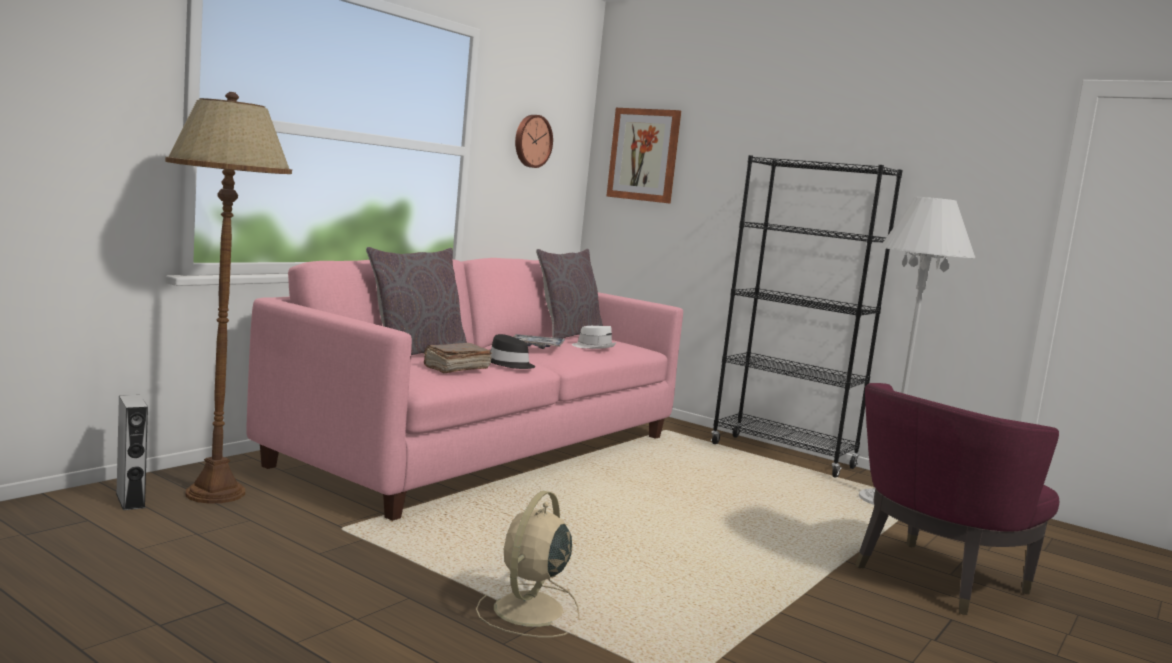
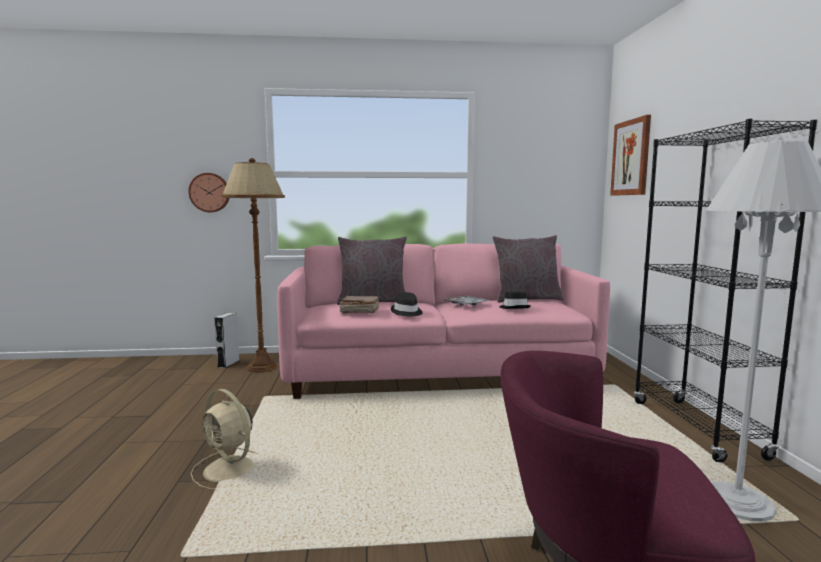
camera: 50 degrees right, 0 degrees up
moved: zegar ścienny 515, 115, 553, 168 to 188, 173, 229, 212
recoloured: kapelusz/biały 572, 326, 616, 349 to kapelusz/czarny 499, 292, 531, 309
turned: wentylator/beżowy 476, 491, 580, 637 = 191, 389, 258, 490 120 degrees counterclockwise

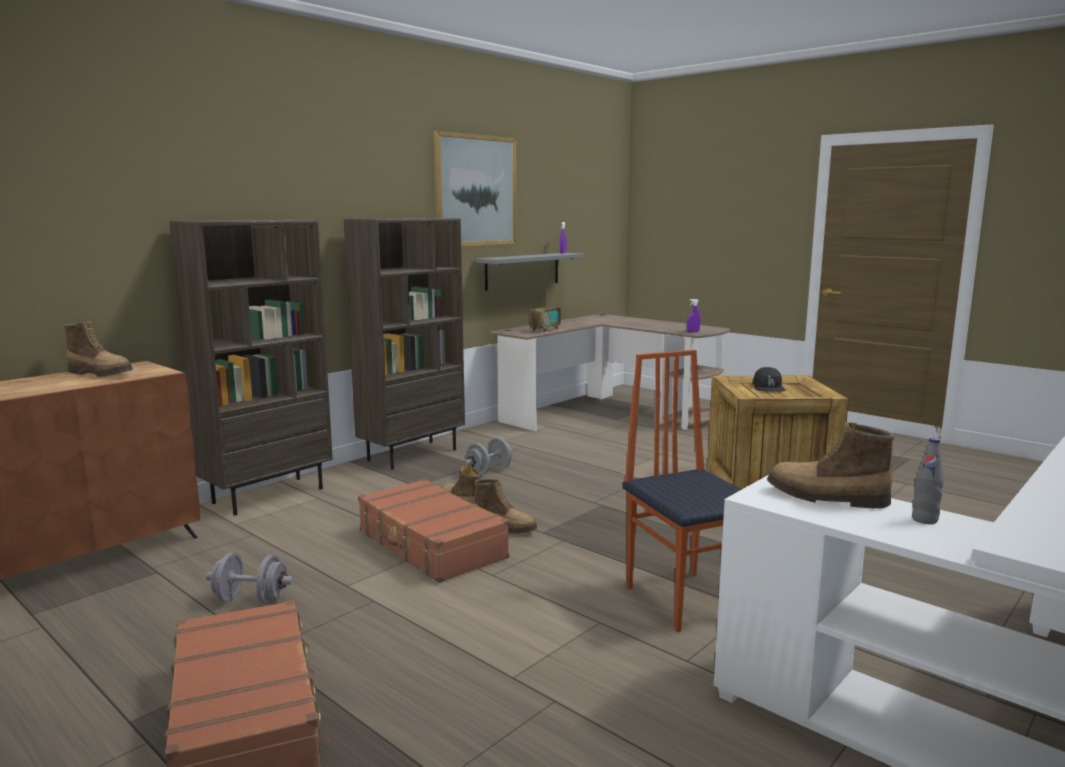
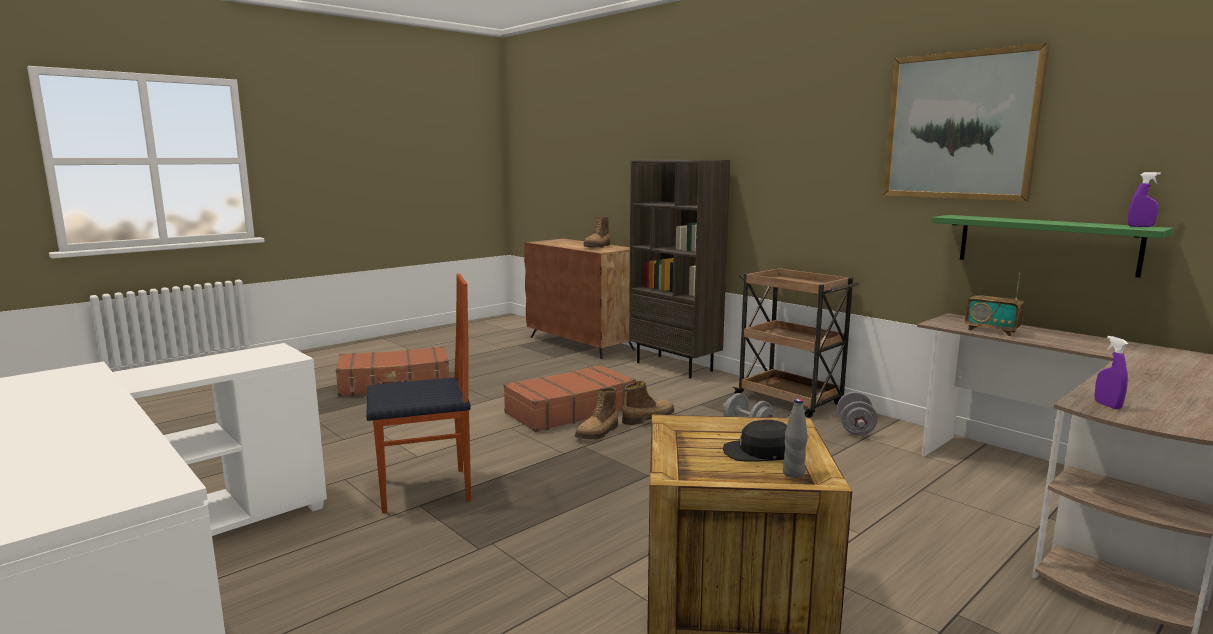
camera: 95 degrees right, 0 degrees up
removed: but z cholewką 767, 423, 894, 509
moved: hantel/szary 206, 553, 294, 604 to 837, 392, 878, 435; butelka/szary 912, 438, 944, 524 to 783, 399, 808, 478
replaced: regał/brązowy 344, 218, 465, 470 to wózek/brązowy 732, 268, 859, 418
recoloured: półka/szary 476, 253, 584, 291 to półka/zielony 932, 215, 1173, 278

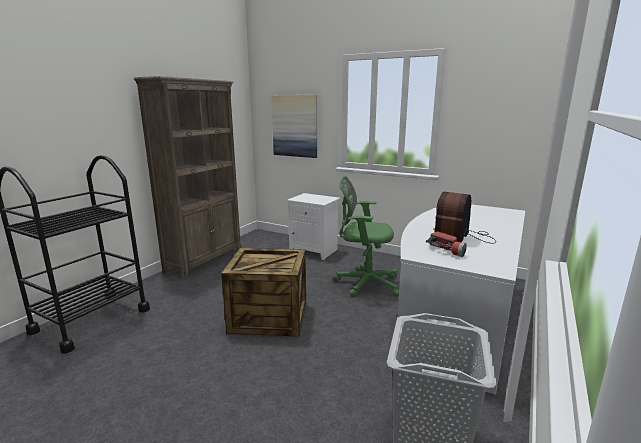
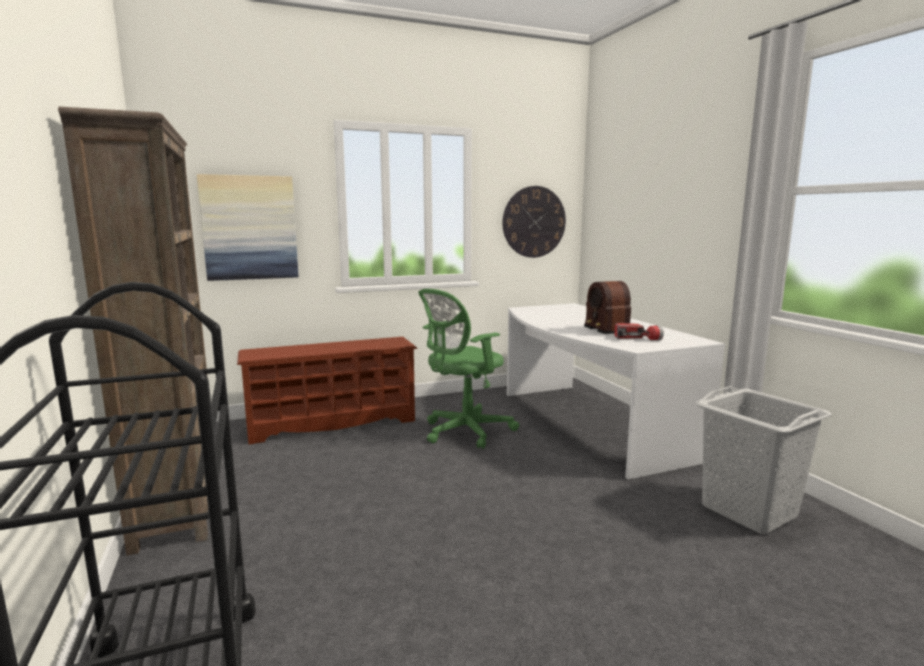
camera: 50 degrees left, 5 degrees down
removed: skrzynka 221, 248, 306, 337
added: zegar ścienny 503, 186, 566, 258
replaced: szafka nocna/biały 287, 193, 340, 260 to regał na buty/brązowy 237, 337, 418, 445

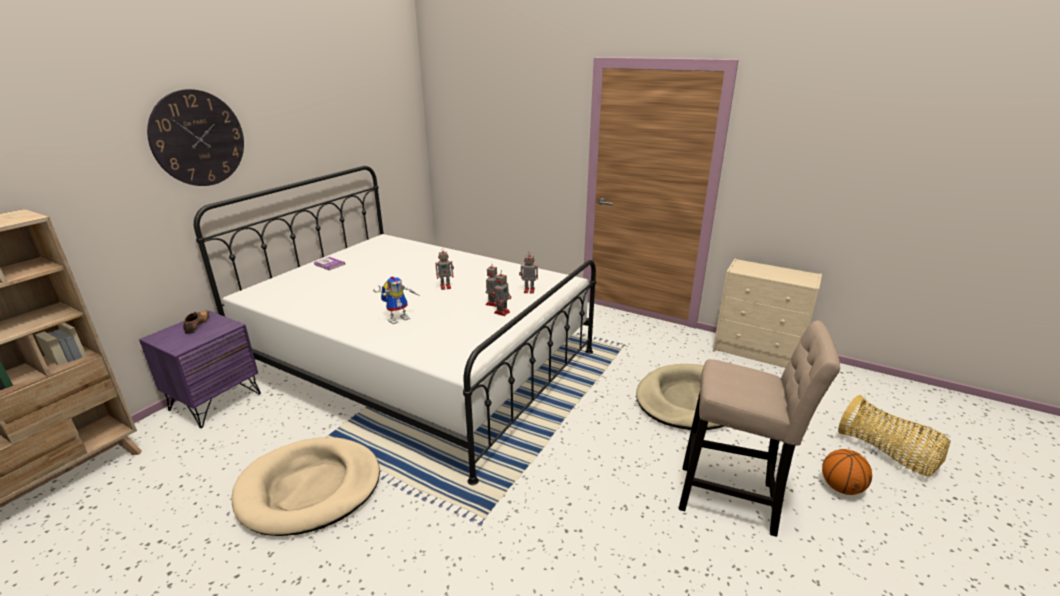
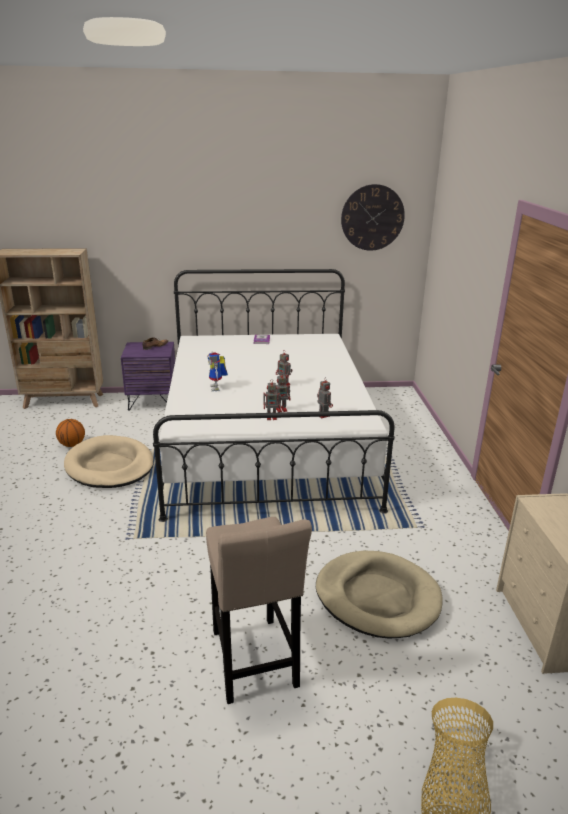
camera: 55 degrees right, 0 degrees up
moved: zegar ścienny 147, 89, 244, 186 to 341, 184, 405, 251; piłka do koszykówki 822, 449, 872, 495 to 56, 419, 85, 447
turned: robot zabawkowy 373, 276, 418, 324 = 207, 351, 228, 391 60 degrees clockwise

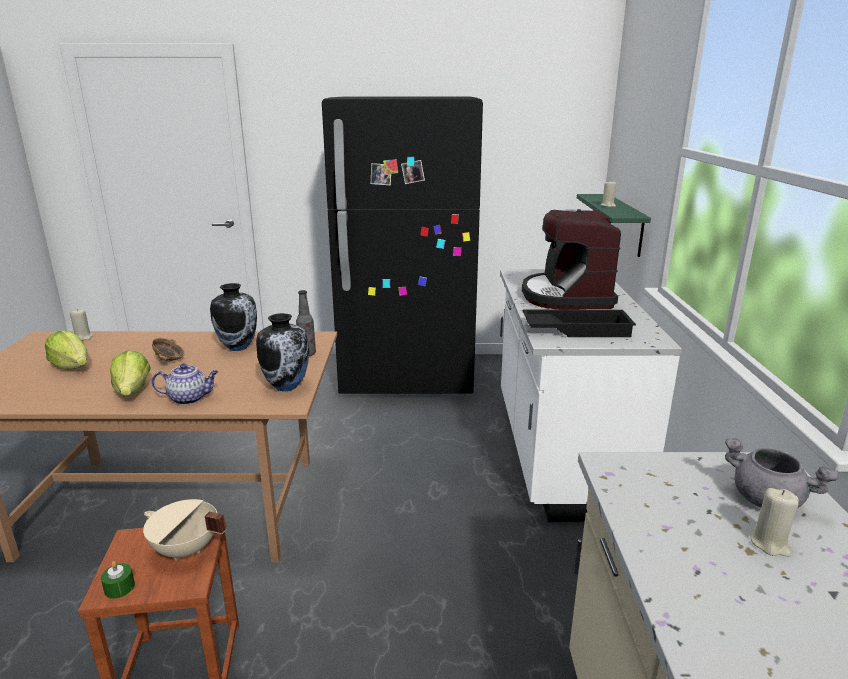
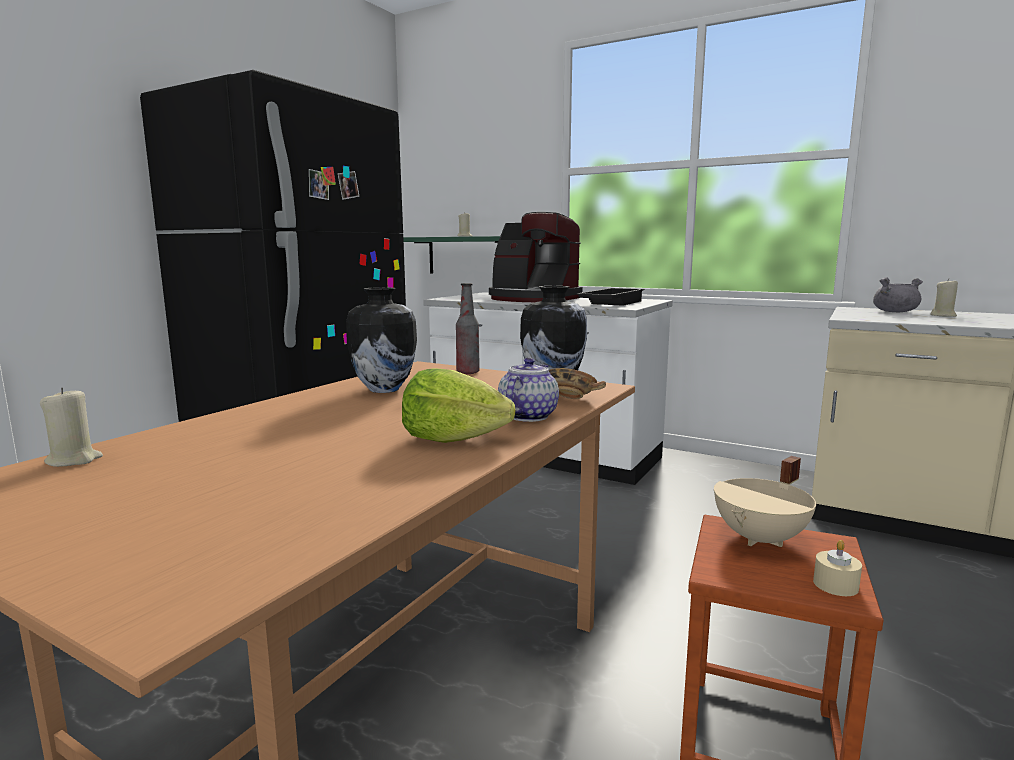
camera: 60 degrees left, 10 degrees down
removed: sałata 45, 330, 88, 370
moved: miska 152, 338, 184, 362 to 549, 368, 606, 399
recoloured: świeca/zielony 101, 561, 135, 599 to świeca/beżowy 813, 540, 862, 596

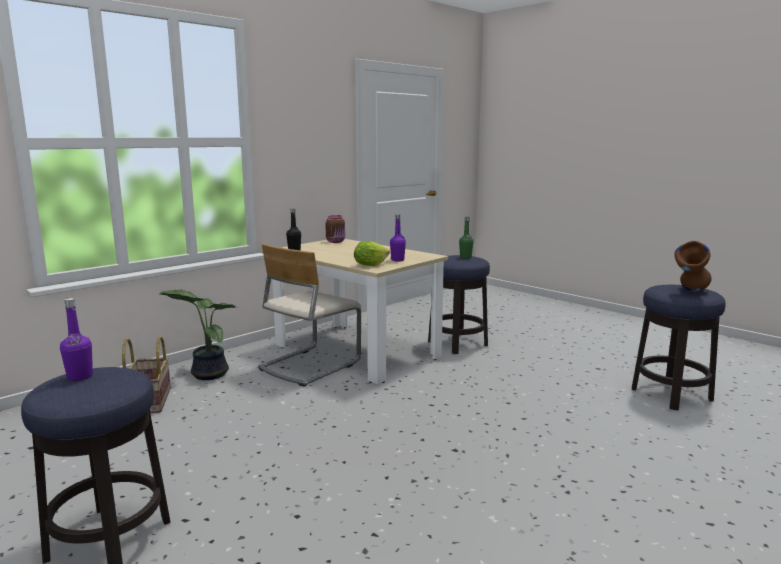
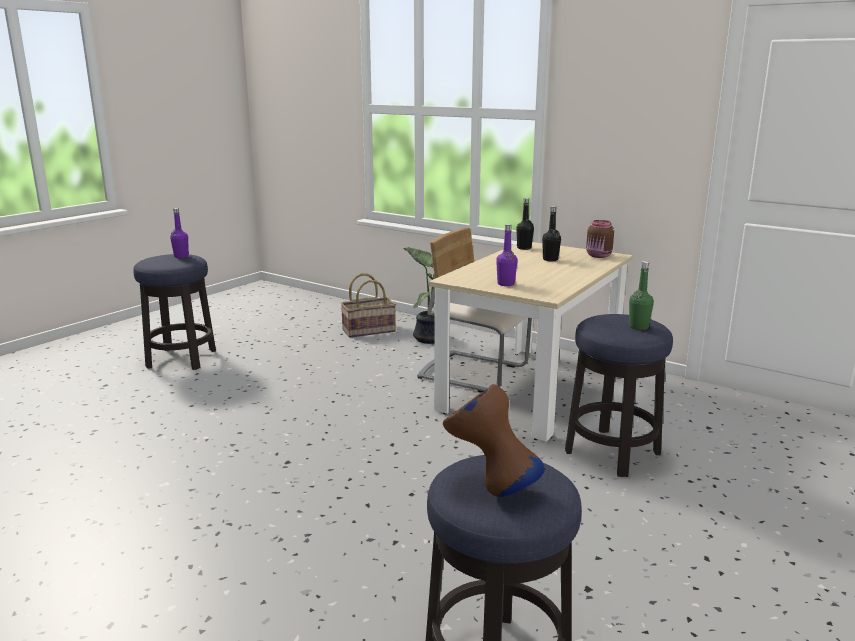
camera: 80 degrees right, 5 degrees up
removed: sałata 354, 241, 390, 266
added: butelka/czarny 542, 206, 561, 261

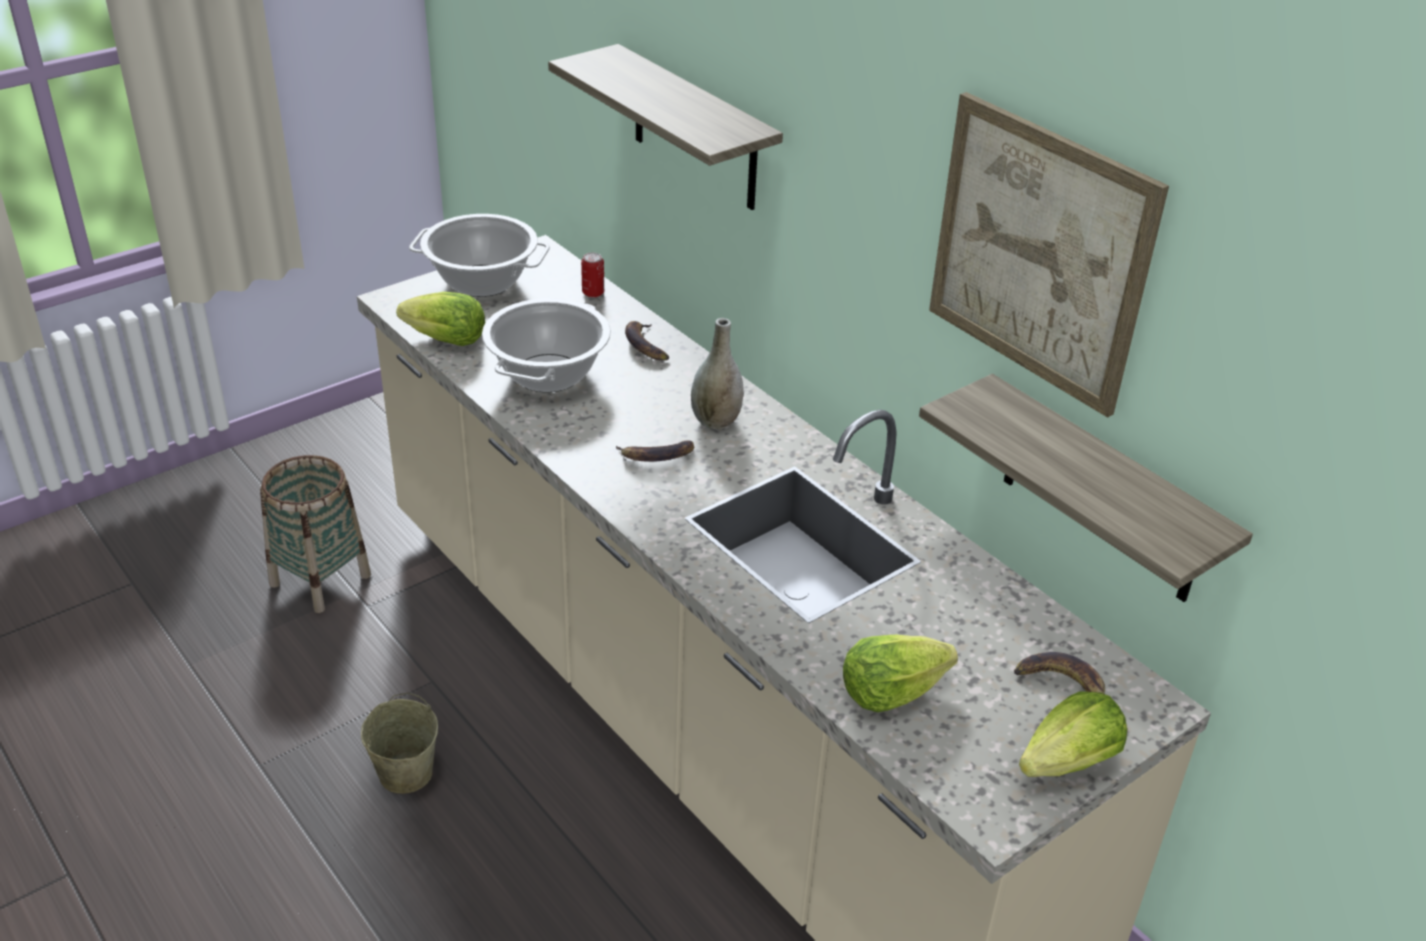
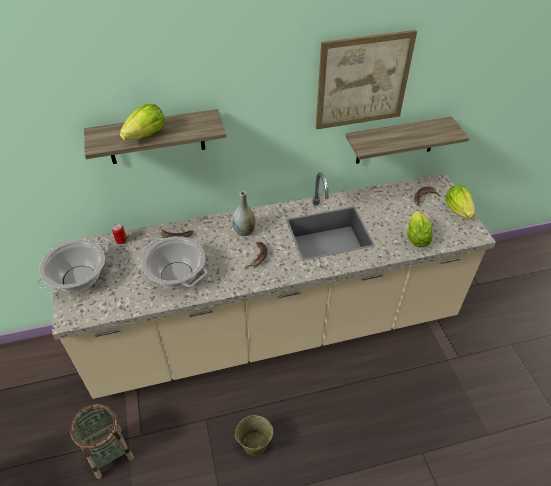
camera: 65 degrees left, 10 degrees up
moved: sałata 396, 292, 485, 346 to 120, 104, 165, 140

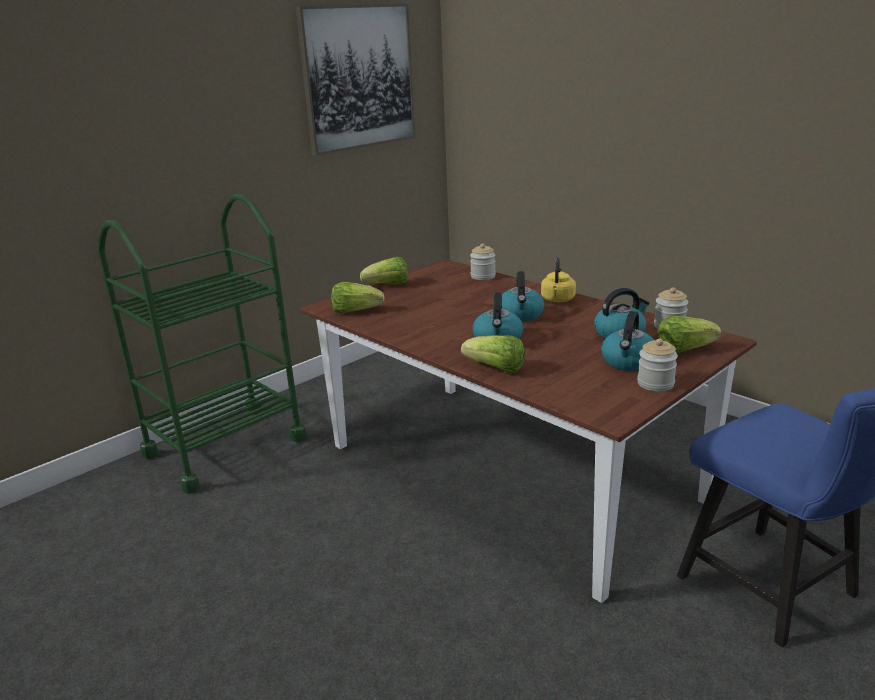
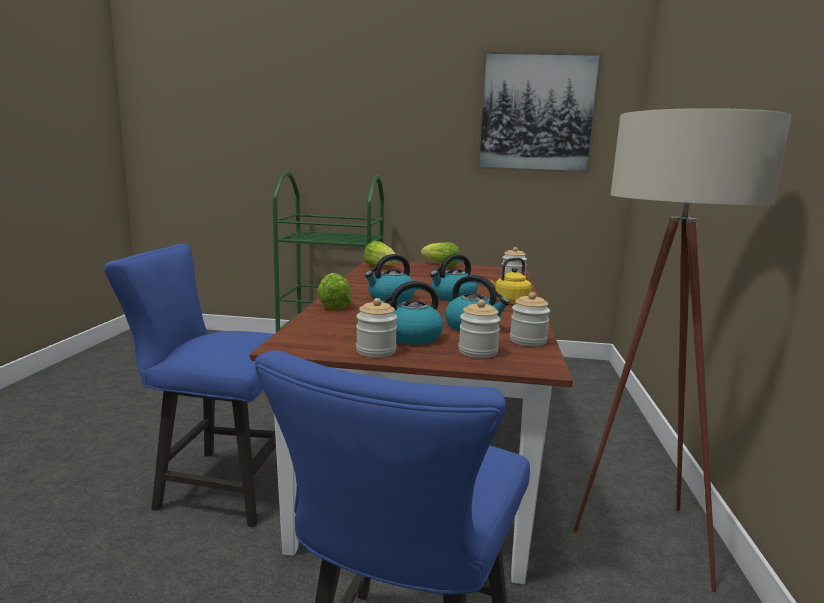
camera: 50 degrees right, 10 degrees down
added: krzesło/niebieski 104, 243, 276, 527; lampa stojąca/beżowy 574, 108, 792, 592
replaced: sałata 657, 316, 721, 353 to słoik 458, 300, 501, 358

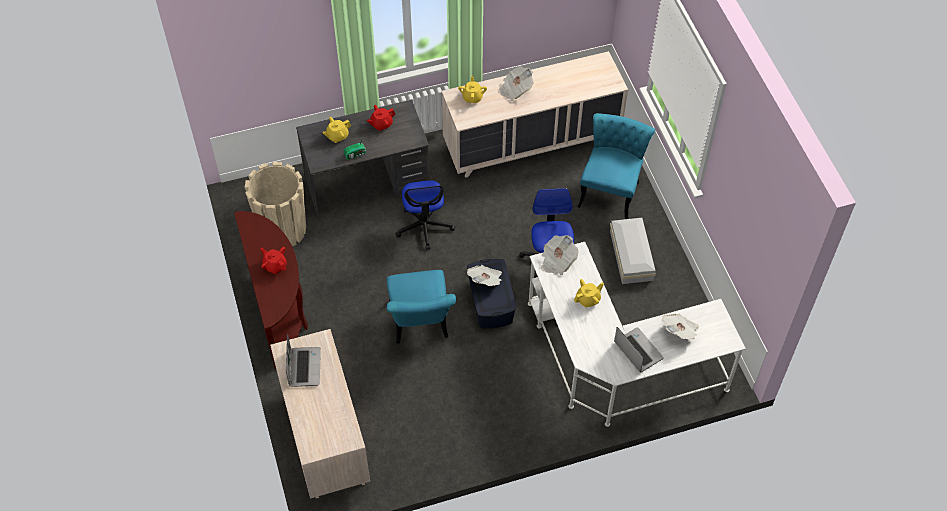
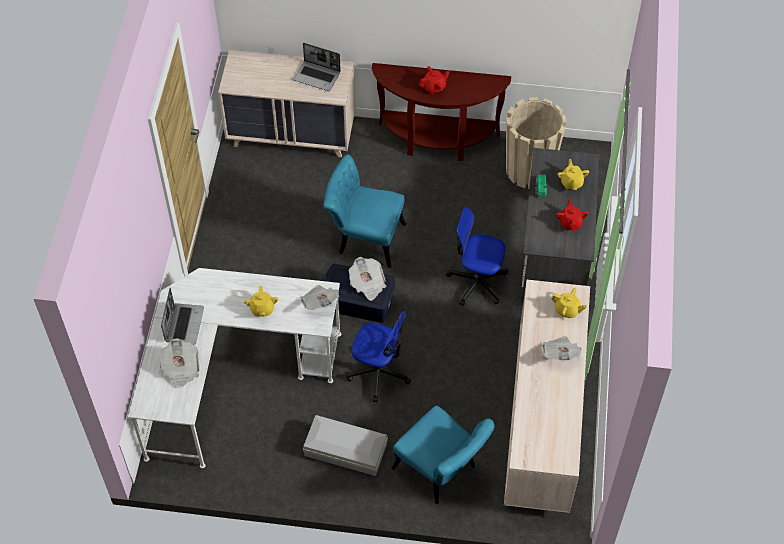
camera: 115 degrees right, 0 degrees up
turned: laptop 614, 327, 664, 372 = 161, 288, 204, 344 75 degrees counterclockwise

